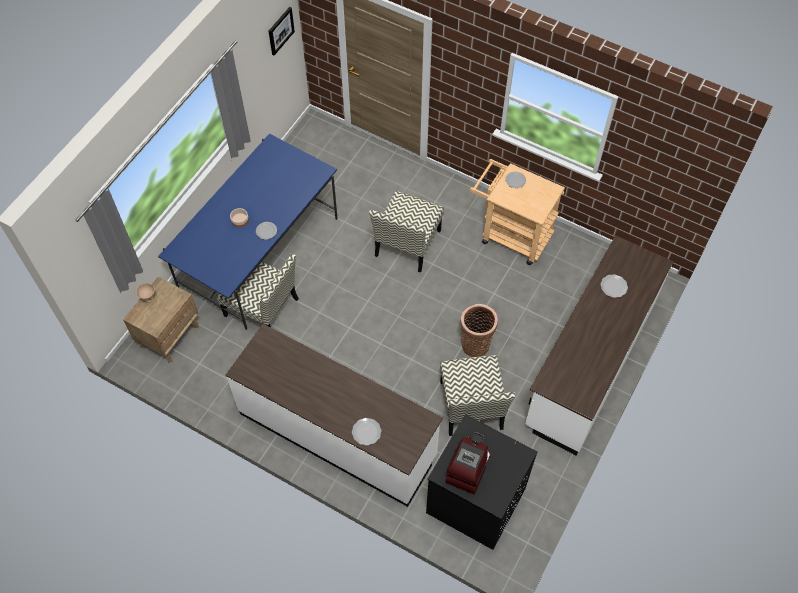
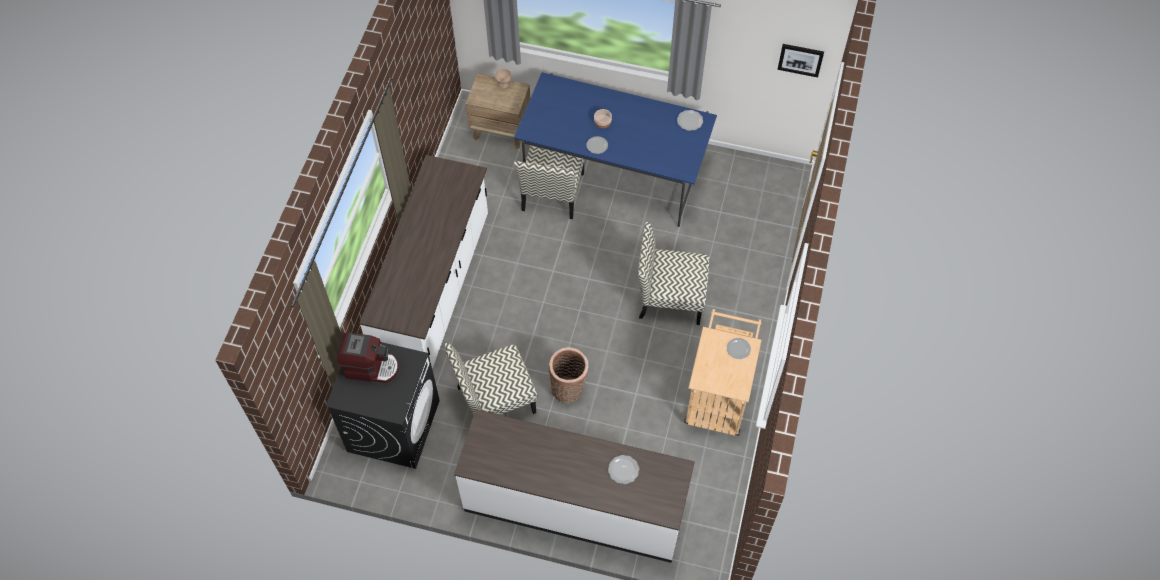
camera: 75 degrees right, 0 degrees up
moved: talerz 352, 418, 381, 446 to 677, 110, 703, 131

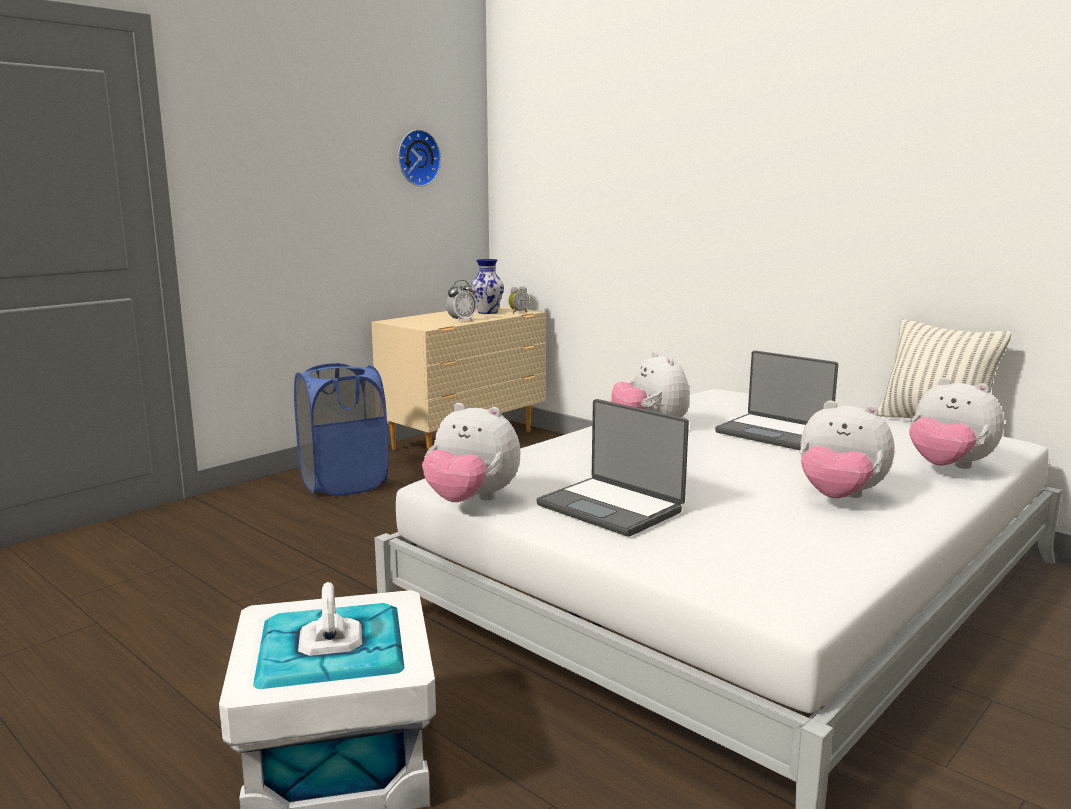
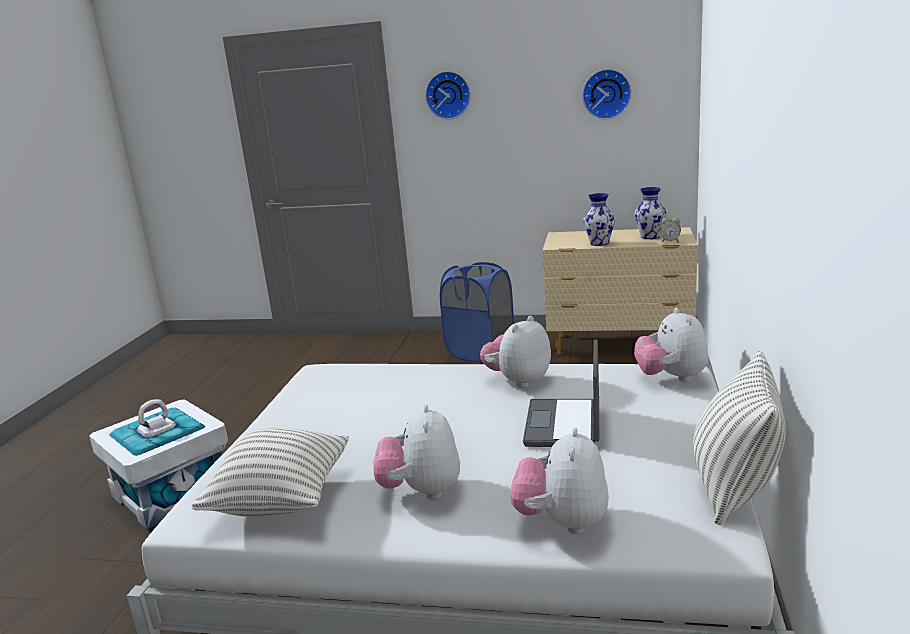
camera: 60 degrees right, 5 degrees up
removed: laptop 536, 399, 689, 537
added: poduszka 192, 428, 349, 517; zegar ścienny 425, 71, 471, 120
moved: pluszak 422, 403, 520, 502 to 634, 308, 708, 382
replaced: budzik 446, 280, 477, 322 to wazon 583, 193, 615, 246

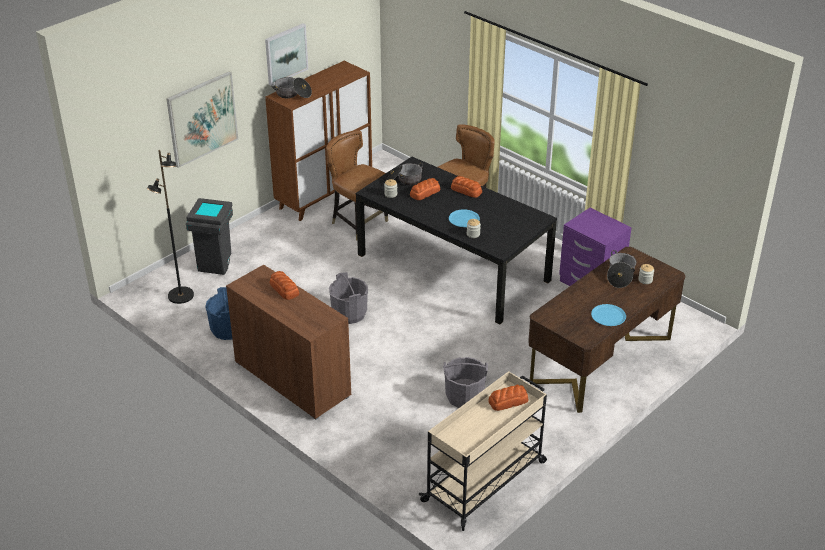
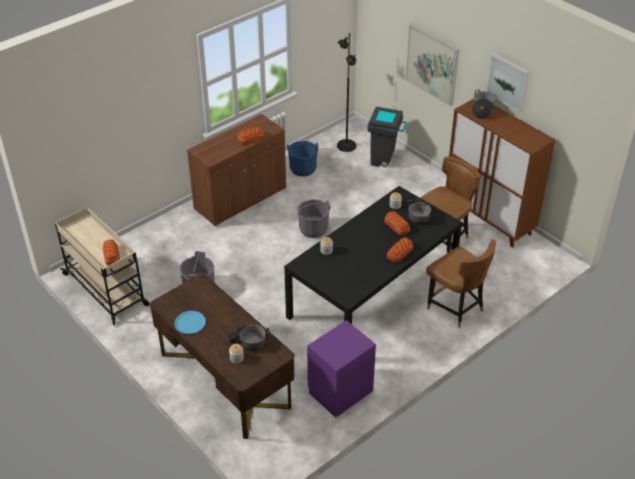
camera: 95 degrees right, 5 degrees up
removed: talerz/niebieski 449, 209, 480, 227

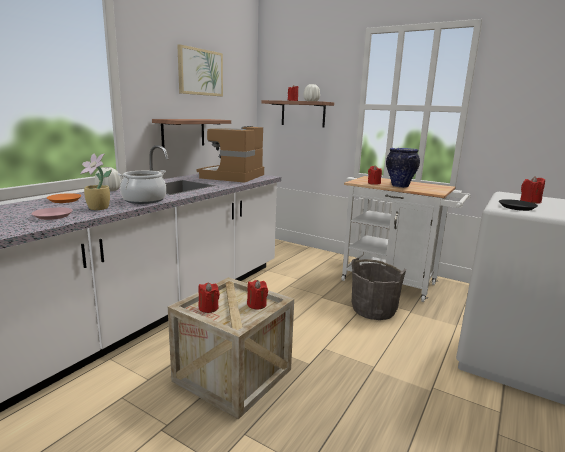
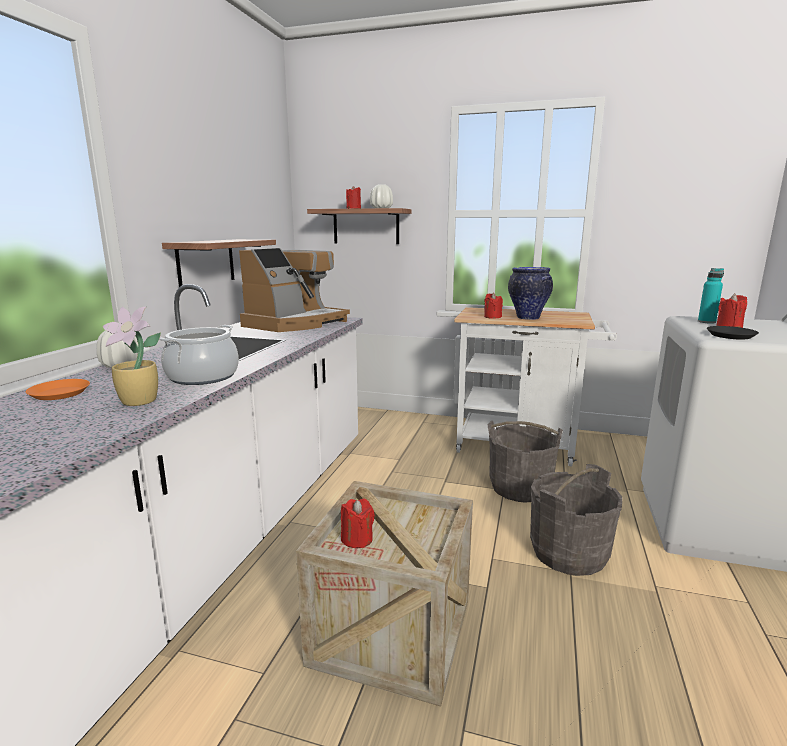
camera: 15 degrees left, 0 degrees up
removed: talerz/różowy 32, 207, 73, 220; obraz 177, 44, 223, 96; świeca/czerwony 247, 280, 268, 310
added: wiadro/szary 530, 464, 623, 576; butelka/turkusowy 698, 268, 724, 323
turned: ekspres do kawy 197, 126, 264, 183 = 239, 248, 350, 332 150 degrees counterclockwise

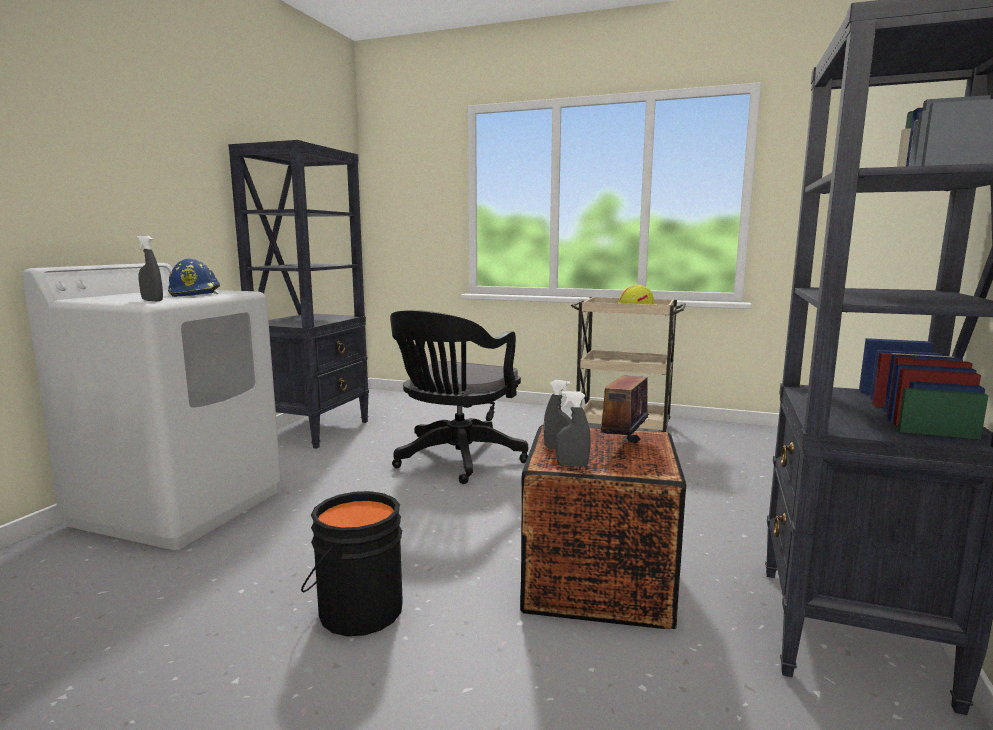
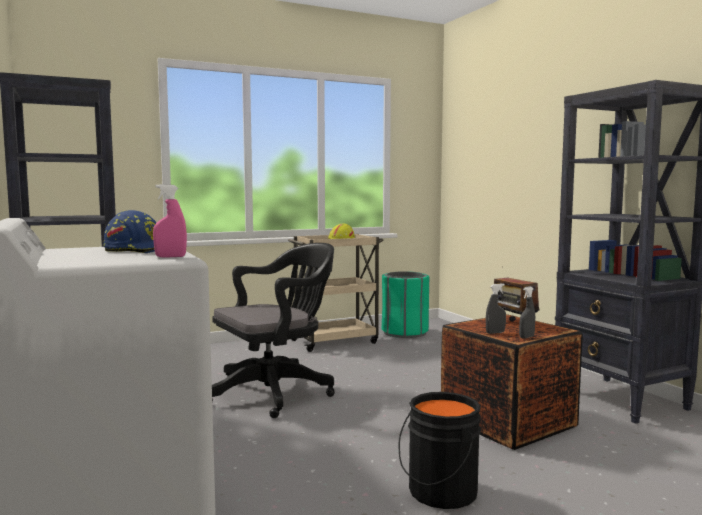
camera: 45 degrees left, 5 degrees down
added: kosz na śmieci/zielony 382, 271, 429, 338
recoloured: spryskiwacz/szary 137, 236, 163, 301 to spryskiwacz/różowy 153, 184, 187, 258
turned: krzesło biurowe/czarny 390, 310, 528, 484 = 212, 243, 335, 418 105 degrees counterclockwise

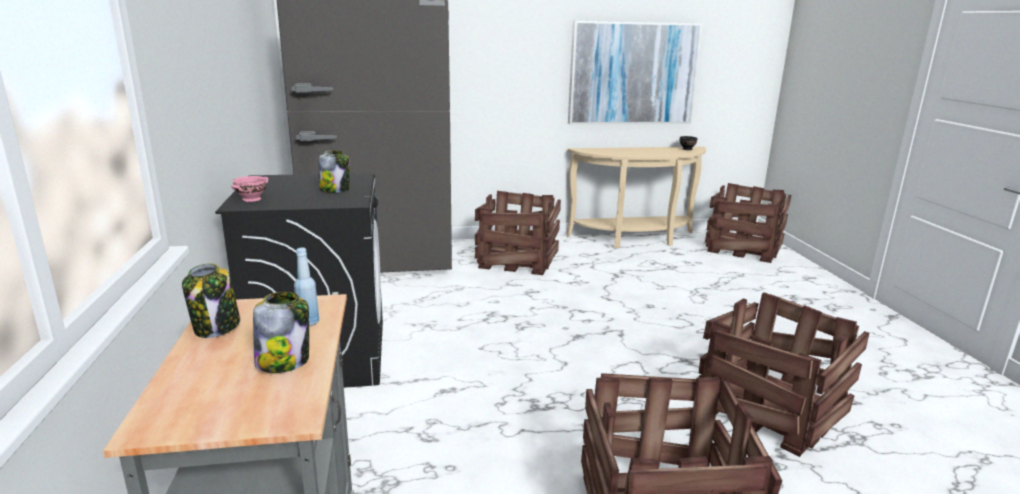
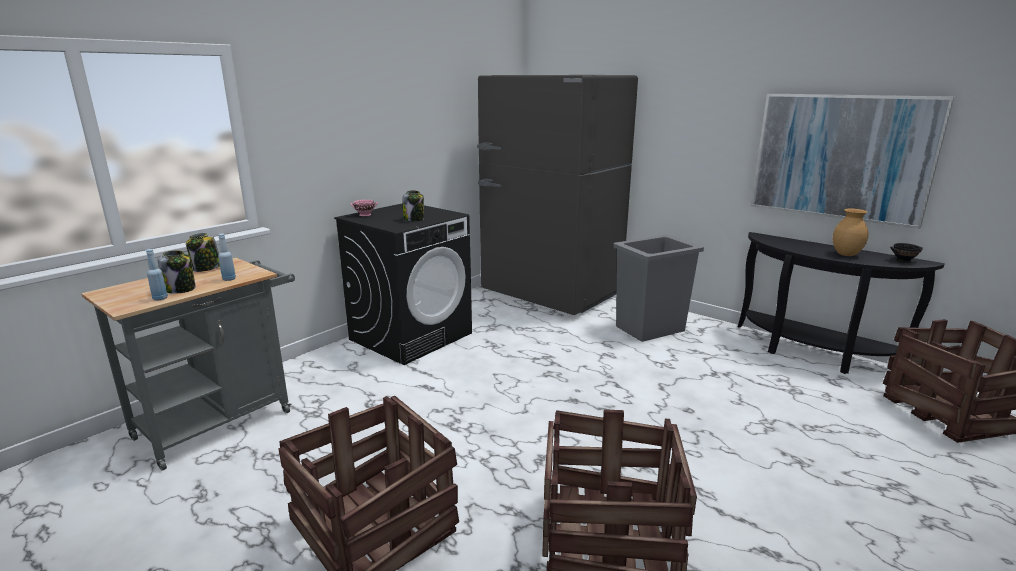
camera: 50 degrees right, 0 degrees up
added: butelka/niebieski 146, 249, 168, 301; wazon/brązowy 833, 209, 868, 256
replaced: skrzynka 475, 191, 561, 275 to kosz na śmieci/szary 613, 235, 704, 342
recoloured: stolik konsolowy/beżowy 567, 147, 706, 248 to stolik konsolowy/czarny 738, 232, 945, 374

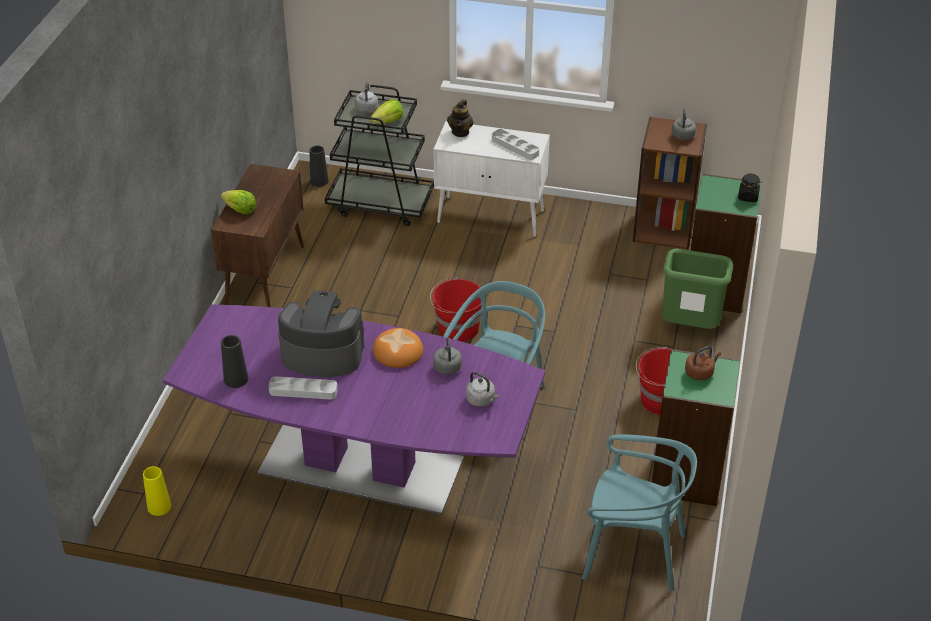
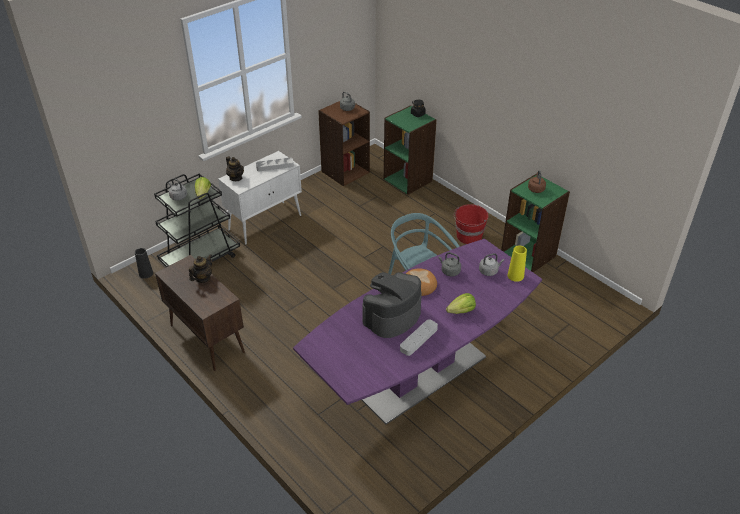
camera: 55 degrees left, 0 degrees up
removed: wazon/czarny 221, 335, 248, 388; wiadro/czerwony 430, 277, 482, 342; krzesło/turkusowy 582, 434, 697, 591; kosz na śmieci/zielony 662, 249, 733, 329
added: imbryk 189, 254, 212, 283
moved: wazon/żółty 143, 466, 171, 516 to 507, 246, 527, 282; sałata 221, 190, 256, 214 to 446, 293, 476, 314

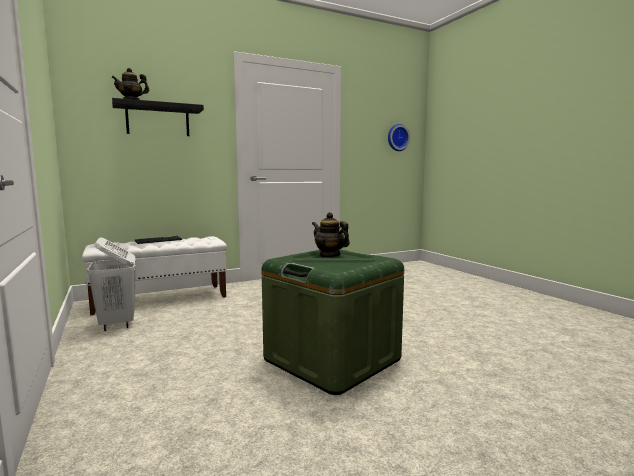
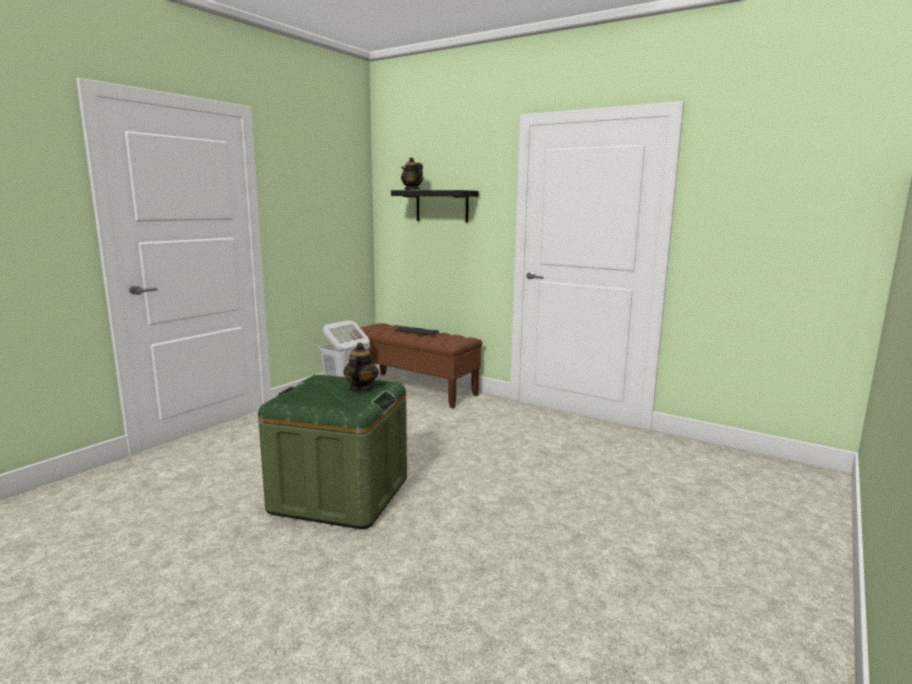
camera: 60 degrees right, 5 degrees up
removed: zegar ścienny 388, 124, 410, 151
recoloured: ławka/biały 82, 236, 227, 315 to ławka/brązowy 350, 323, 482, 408

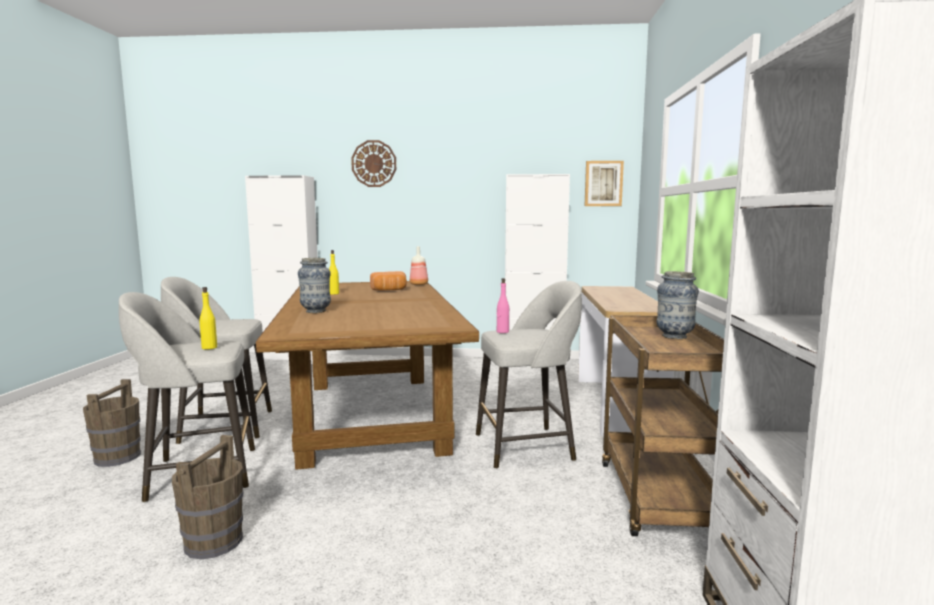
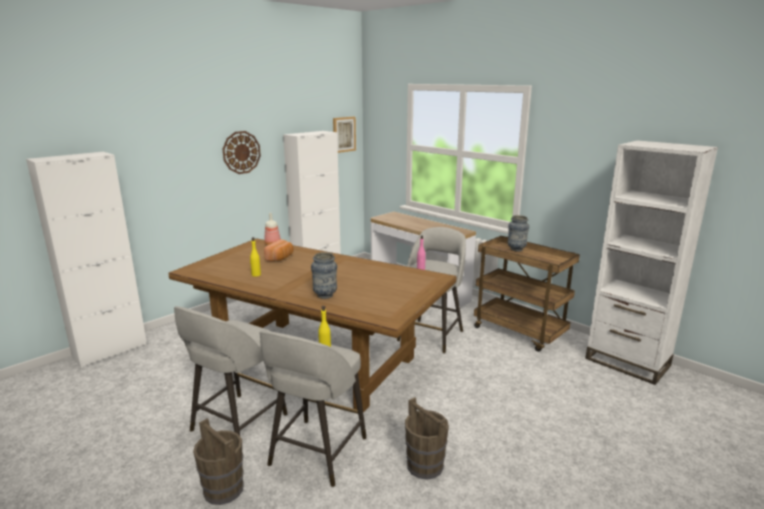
camera: 50 degrees left, 10 degrees up
moved: zegar ścienny 351, 140, 396, 187 to 223, 131, 261, 174

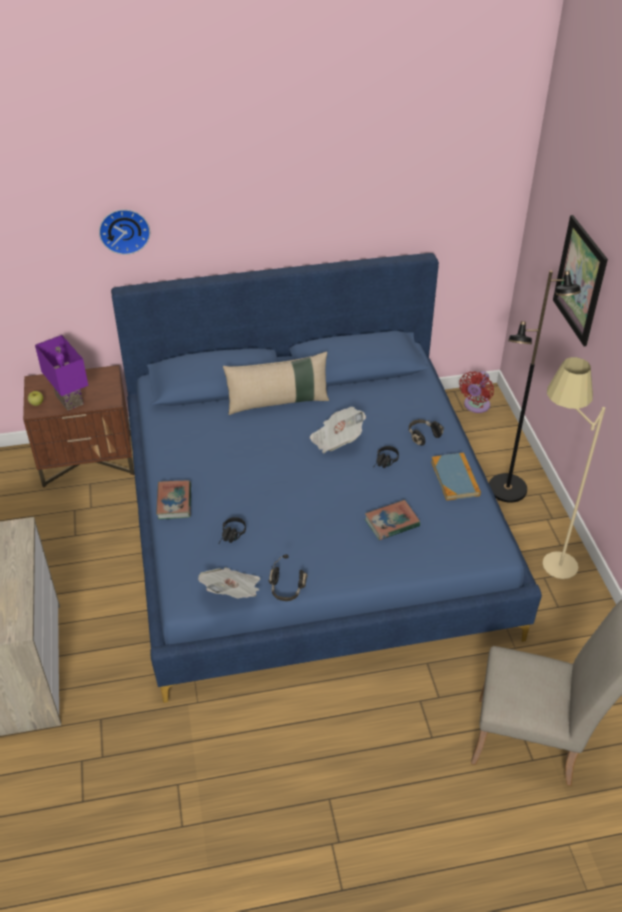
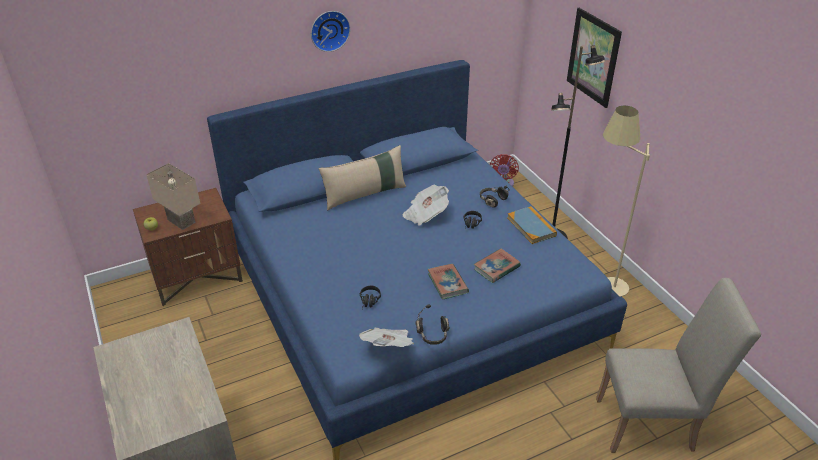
camera: 15 degrees left, 5 degrees down
moved: zegar ścienny 99, 209, 150, 255 to 311, 11, 350, 52; książka 156, 481, 191, 519 to 428, 264, 469, 300
recoloured: lampa stołowa/fioletowy 35, 335, 89, 411 to lampa stołowa/beżowy 146, 163, 200, 230

